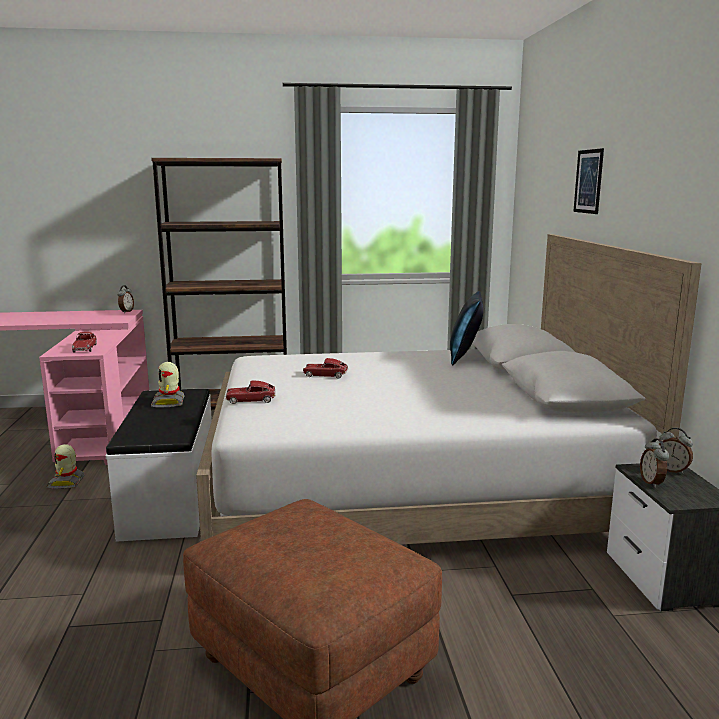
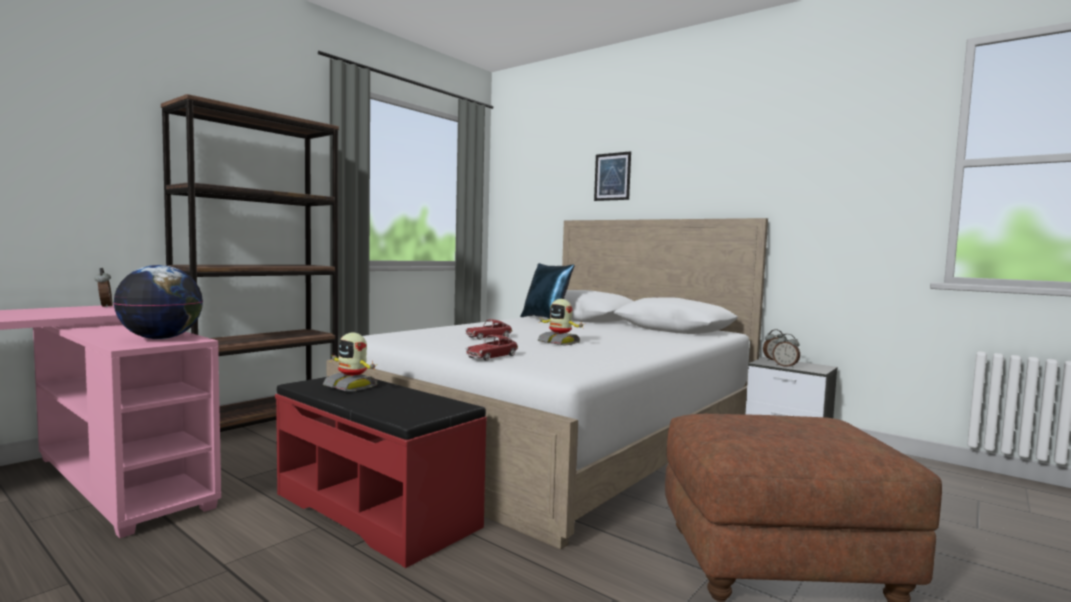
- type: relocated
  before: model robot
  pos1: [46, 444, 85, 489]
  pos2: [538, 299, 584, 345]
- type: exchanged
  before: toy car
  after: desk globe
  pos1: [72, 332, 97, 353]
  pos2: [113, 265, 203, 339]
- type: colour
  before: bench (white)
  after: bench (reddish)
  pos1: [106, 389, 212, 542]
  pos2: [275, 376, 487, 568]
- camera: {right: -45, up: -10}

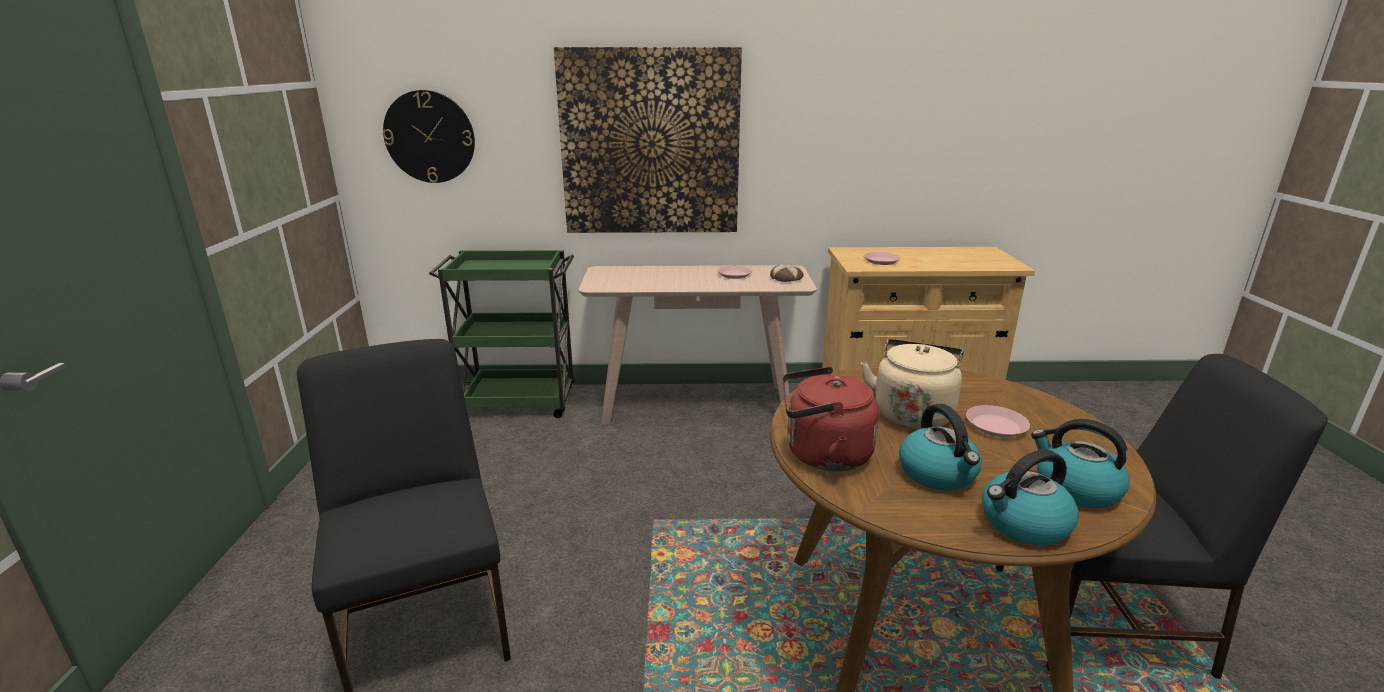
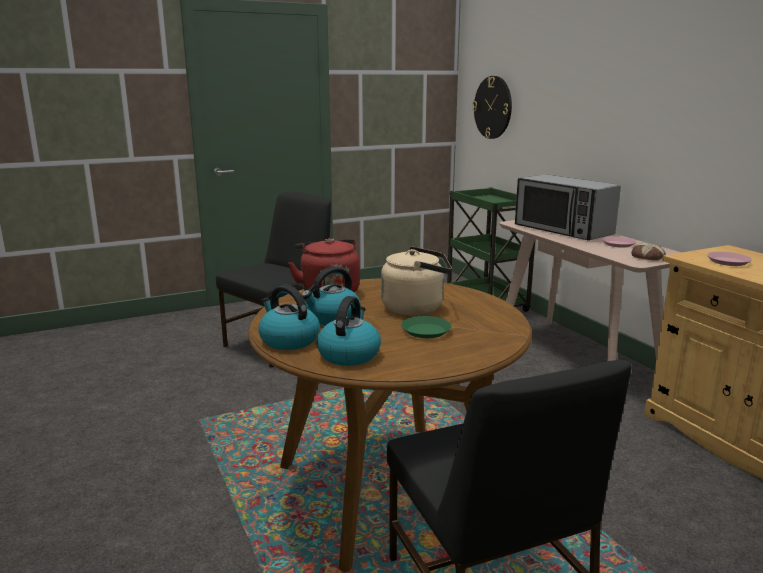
- type: missing
  before: wall picture
  pos1: [554, 47, 742, 233]
- type: colour
  before: flat dish (pink-coloured)
  after: flat dish (greenish)
  pos1: [966, 405, 1030, 437]
  pos2: [401, 316, 451, 338]
- type: appeared
  after: microwave
  pos2: [515, 174, 621, 241]
- camera: {right: 65, up: -5}

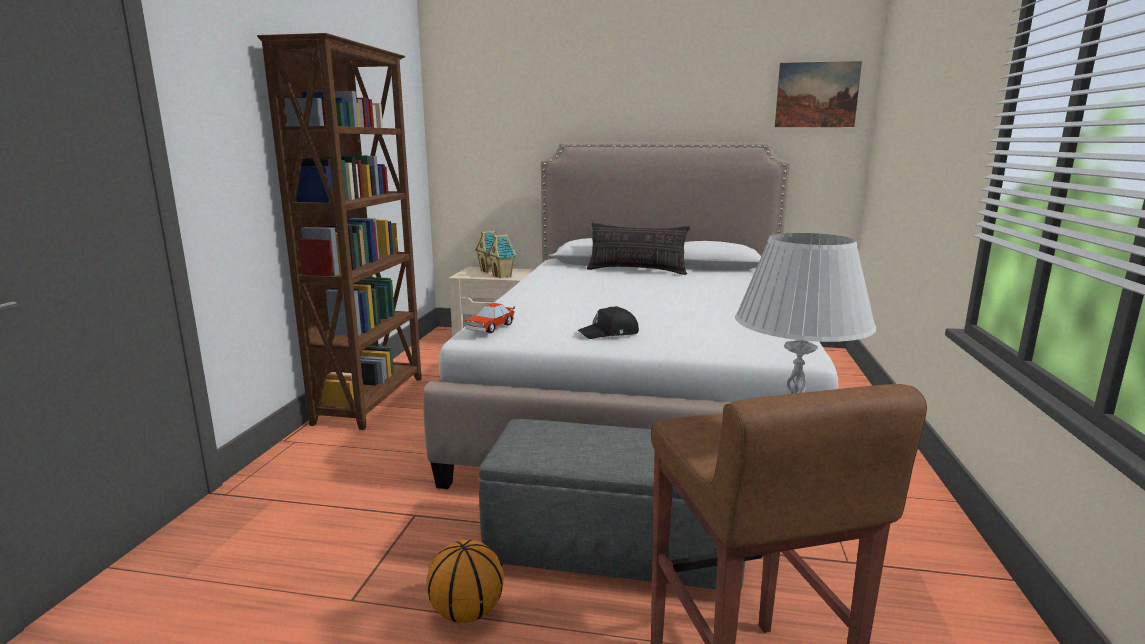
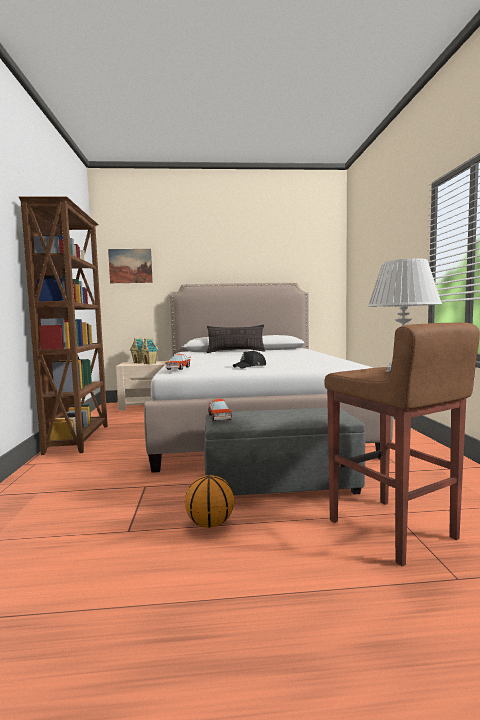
- type: relocated
  before: wall picture
  pos1: [775, 61, 862, 127]
  pos2: [108, 249, 153, 283]
- type: appeared
  after: toy car
  pos2: [208, 399, 232, 421]
- camera: {right: -15, up: -10}

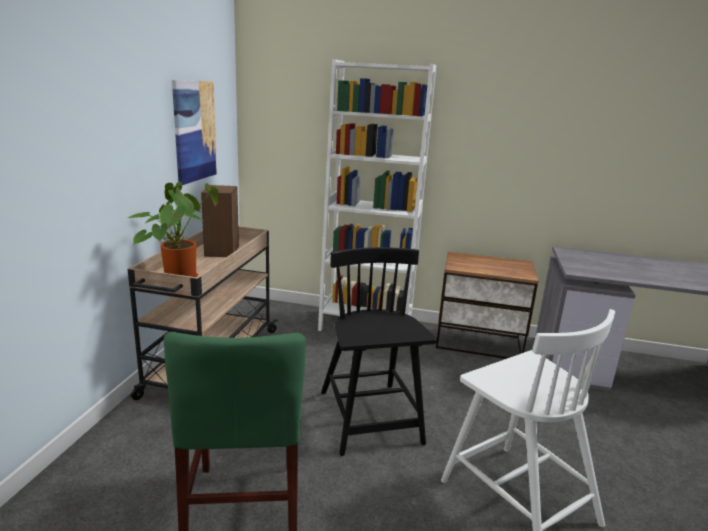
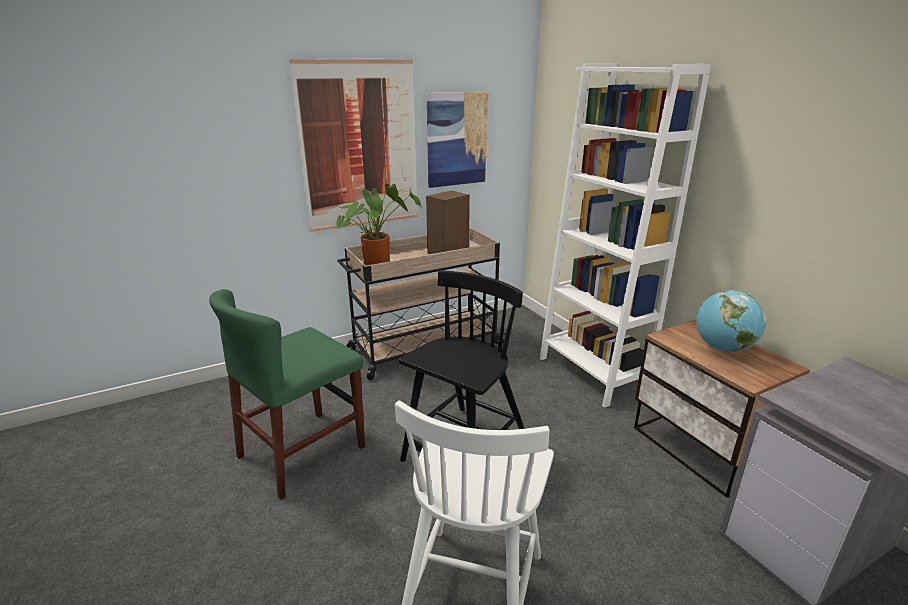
- type: appeared
  after: wall picture
  pos2: [289, 58, 418, 232]
- type: appeared
  after: desk globe
  pos2: [696, 290, 766, 352]
- camera: {right: 50, up: 5}

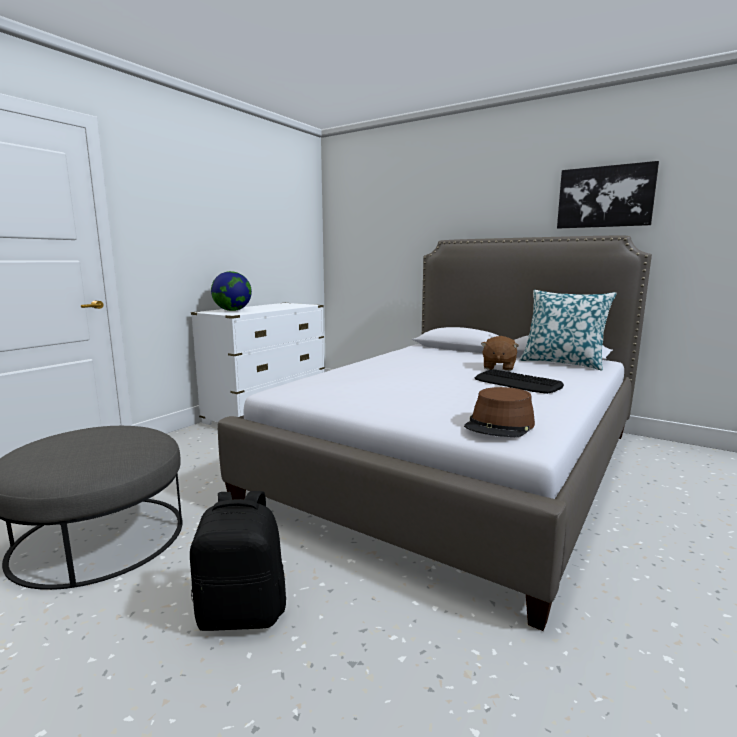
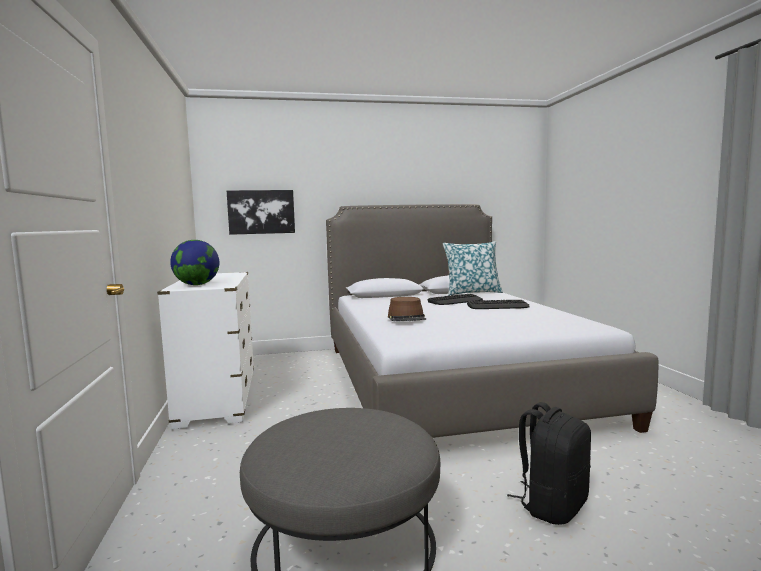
- type: relocated
  before: clothing hat (brown)
  pos1: [464, 387, 535, 437]
  pos2: [388, 297, 426, 321]
- type: exchanged
  before: plush toy (brown)
  after: computer keyboard
  pos1: [481, 336, 519, 371]
  pos2: [428, 294, 483, 305]
- type: relocated
  before: wall picture
  pos1: [557, 161, 659, 229]
  pos2: [227, 190, 295, 235]
- camera: {right: -45, up: -5}

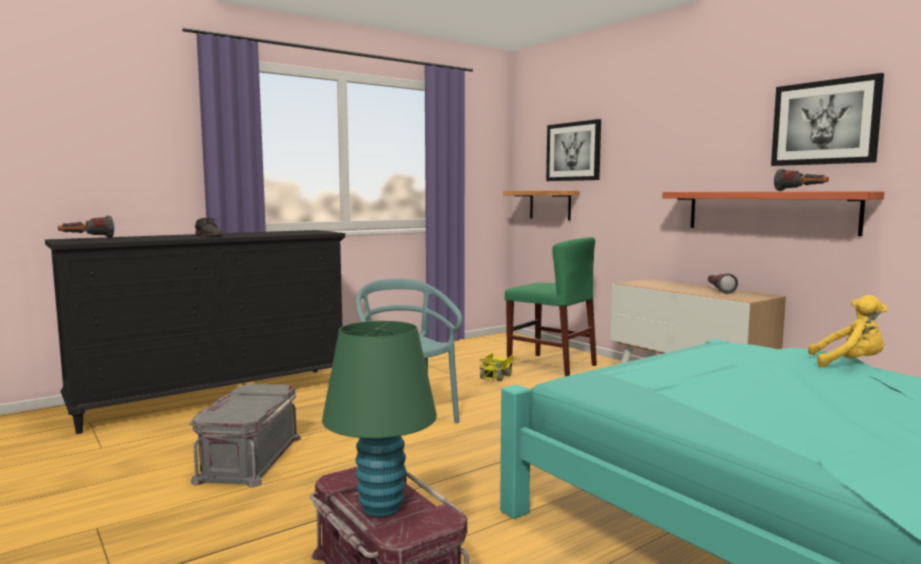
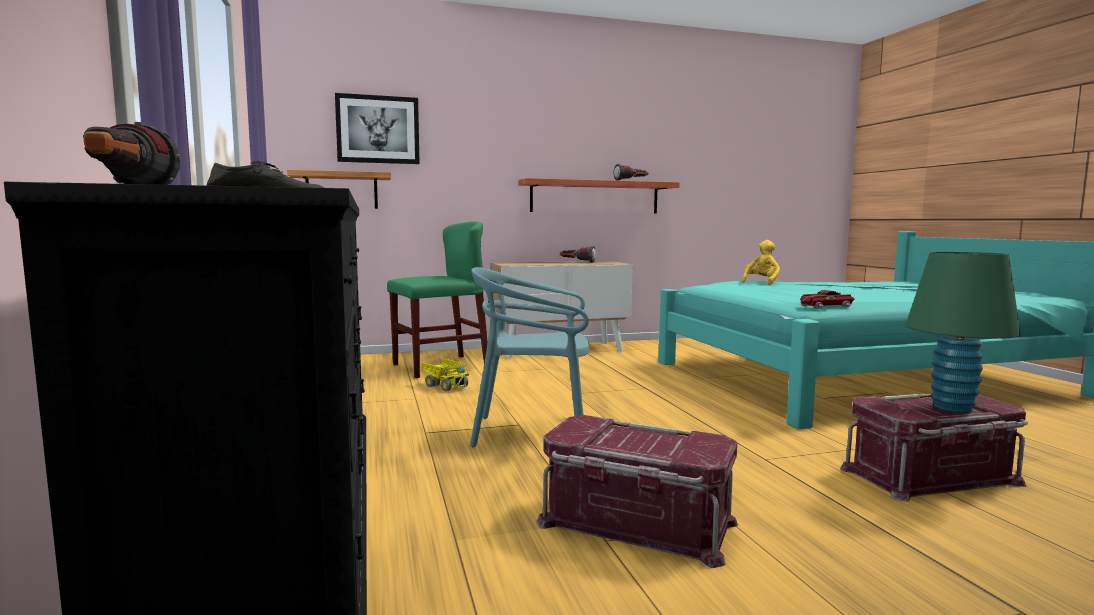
- type: colour
  before: storage box (gray)
  after: storage box (reddish)
  pos1: [189, 384, 301, 488]
  pos2: [536, 415, 738, 568]
- type: missing
  before: wall picture
  pos1: [771, 73, 884, 166]
- type: appeared
  after: toy car
  pos2: [800, 290, 855, 309]
- camera: {right: -70, up: 0}

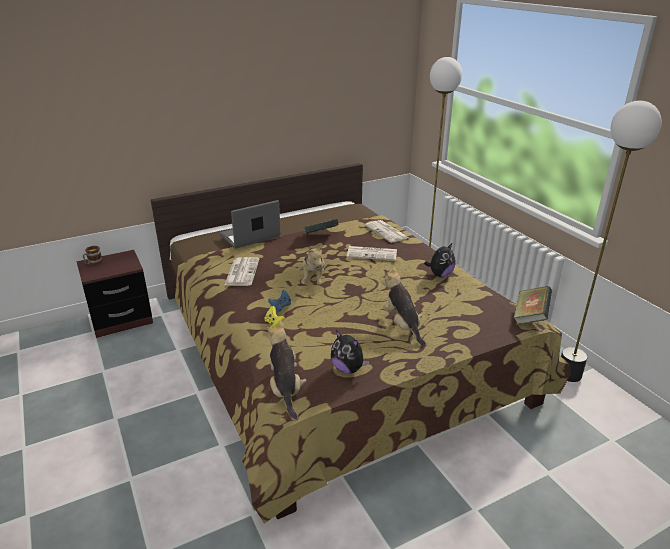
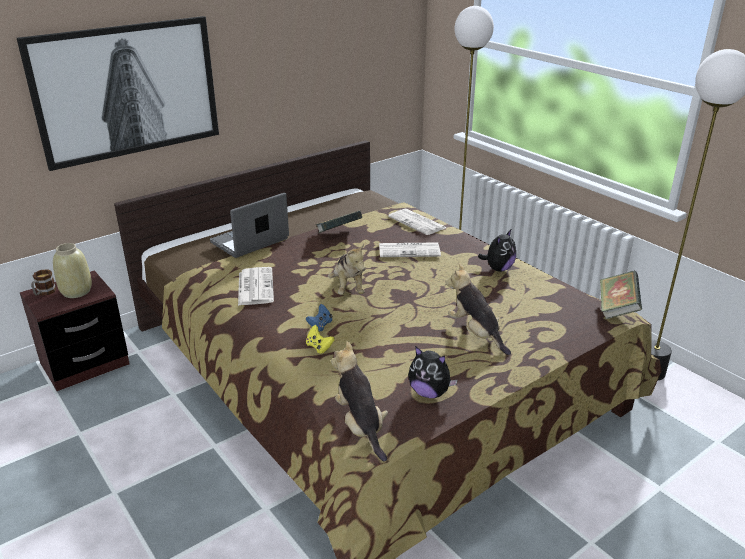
- type: appeared
  after: wall picture
  pos2: [17, 16, 219, 171]
- type: appeared
  after: flower vase (sand-coloured)
  pos2: [53, 243, 92, 298]
- camera: {right: -10, up: 0}

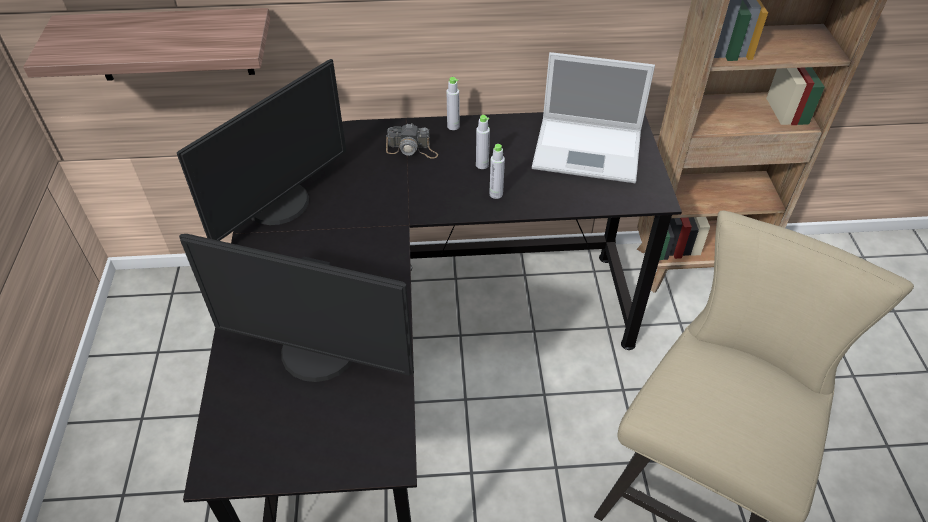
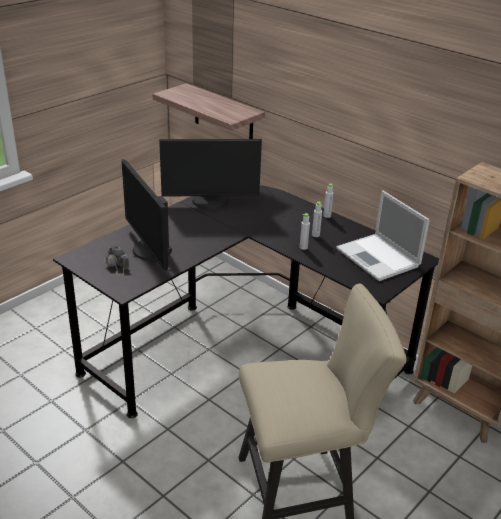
- type: relocated
  before: photo camera
  pos1: [386, 123, 438, 159]
  pos2: [104, 246, 129, 276]
- camera: {right: 45, up: -15}

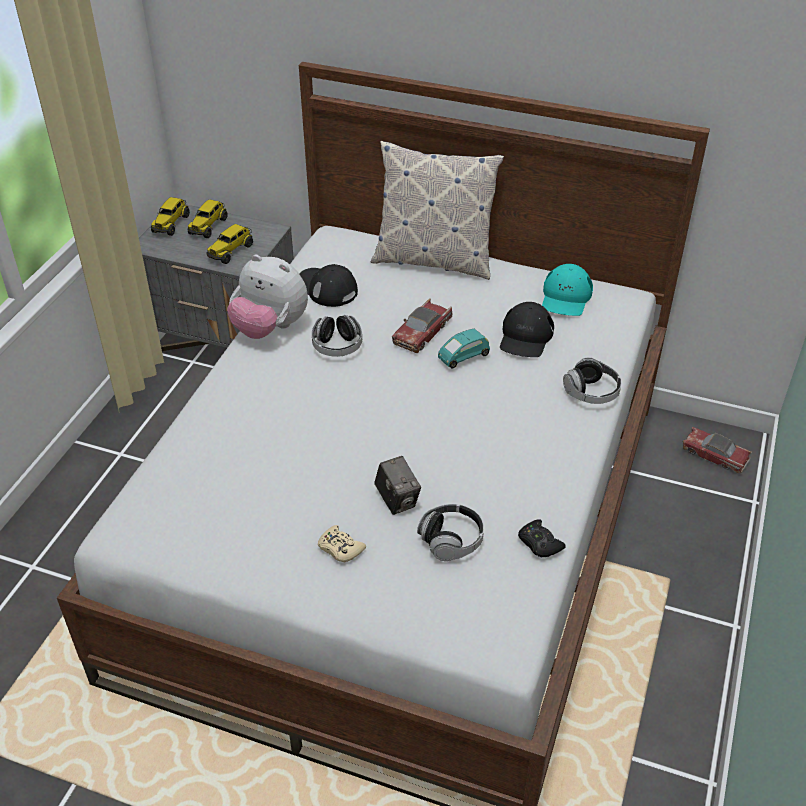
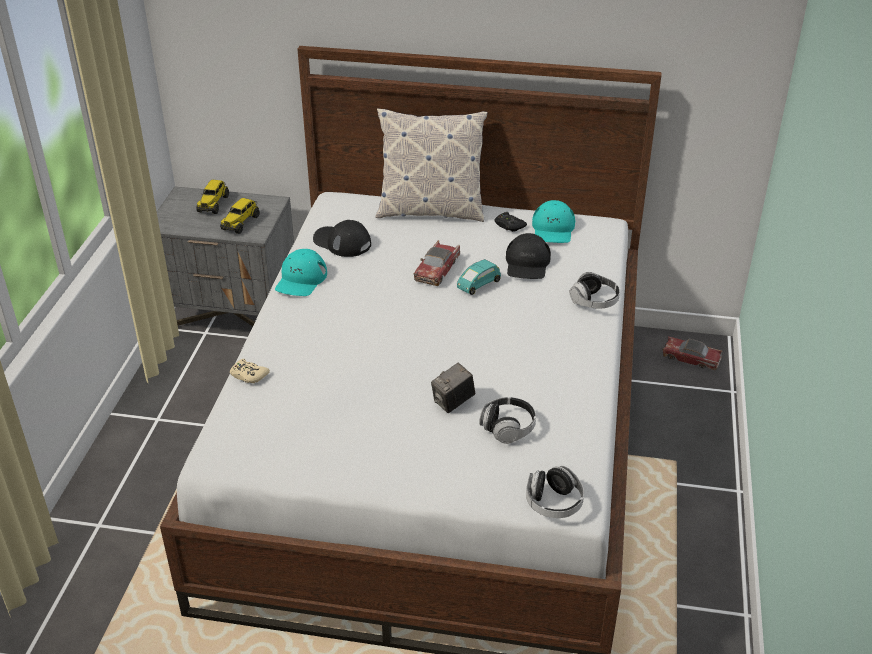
- type: missing
  before: toy truck
  pos1: [151, 197, 190, 236]
- type: exchanged
  before: plush toy
  after: peaked cap (turquoise-coloured)
  pos1: [227, 255, 308, 339]
  pos2: [275, 249, 327, 296]
- type: relocated
  before: pair of headphones
  pos1: [312, 315, 362, 357]
  pos2: [526, 466, 584, 518]
- type: relocated
  before: joypad (sand-coloured)
  pos1: [318, 525, 366, 562]
  pos2: [230, 359, 270, 383]
- type: spun
  before: photo camera
  pos1: [374, 456, 421, 515]
  pos2: [431, 363, 475, 413]
  turn: 90
- type: relocated
  before: joypad (black)
  pos1: [518, 519, 566, 558]
  pos2: [494, 212, 527, 232]
- camera: {right: -10, up: -5}

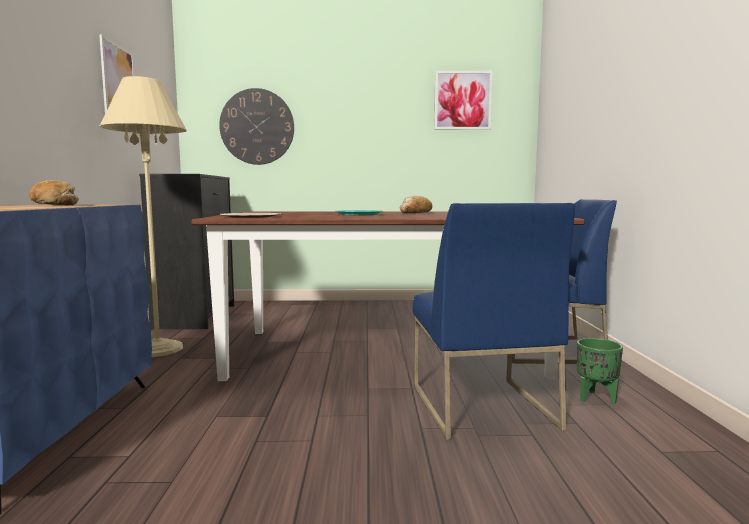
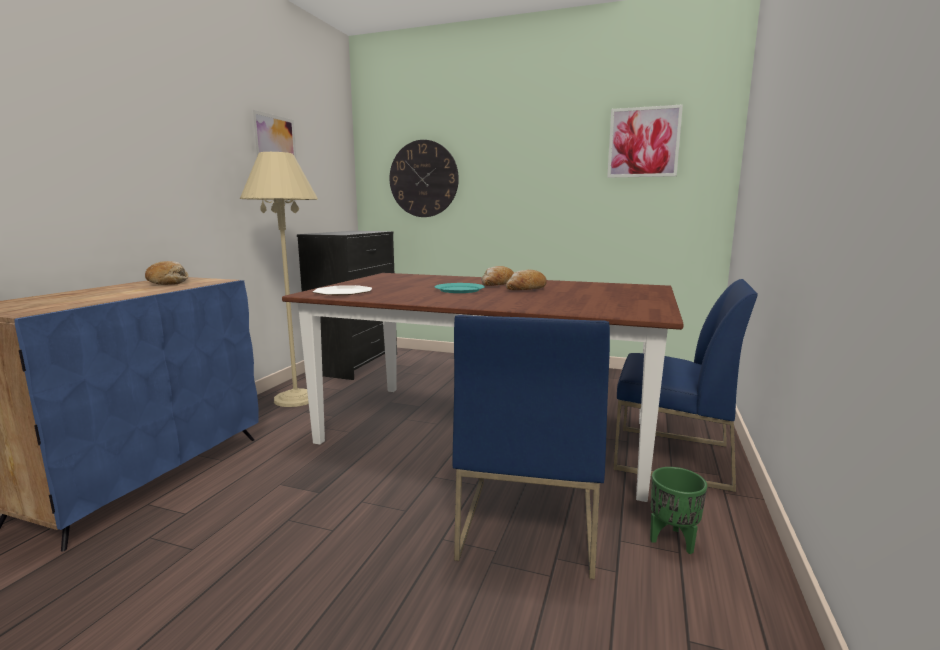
- type: appeared
  after: baked bread
  pos2: [481, 266, 514, 286]
- camera: {right: 20, up: 5}

